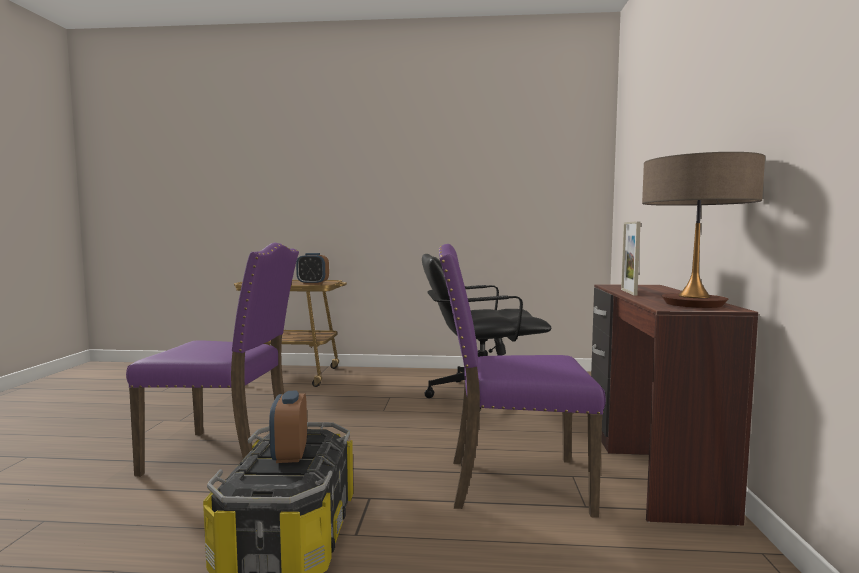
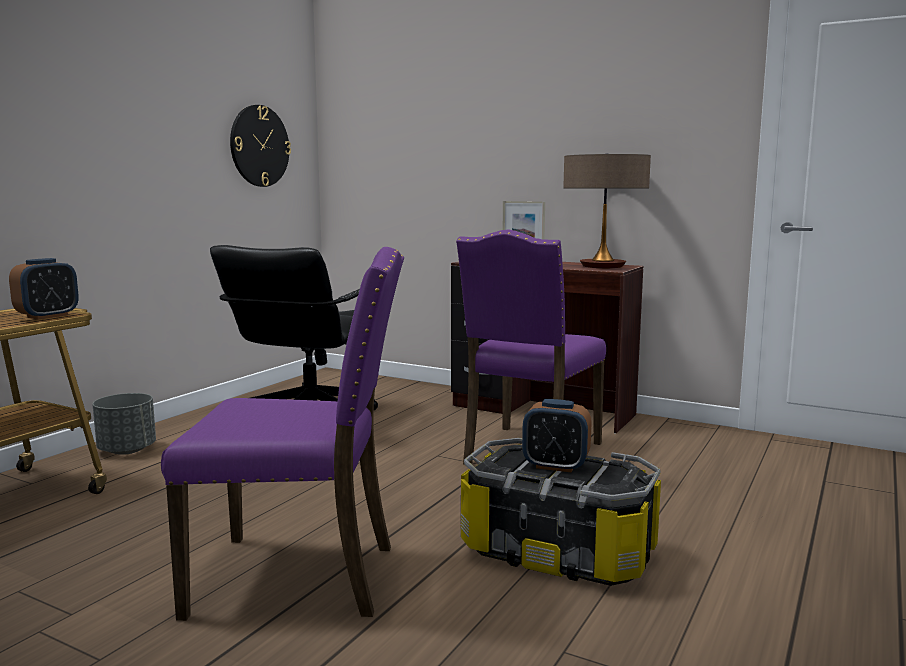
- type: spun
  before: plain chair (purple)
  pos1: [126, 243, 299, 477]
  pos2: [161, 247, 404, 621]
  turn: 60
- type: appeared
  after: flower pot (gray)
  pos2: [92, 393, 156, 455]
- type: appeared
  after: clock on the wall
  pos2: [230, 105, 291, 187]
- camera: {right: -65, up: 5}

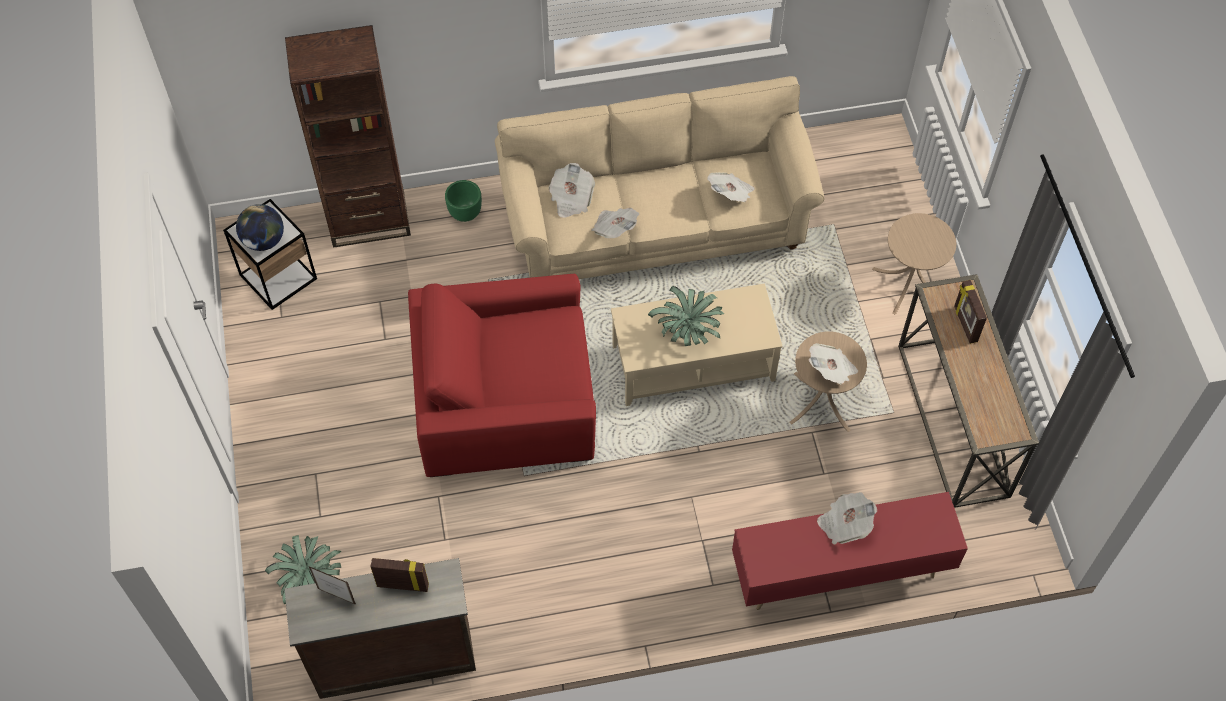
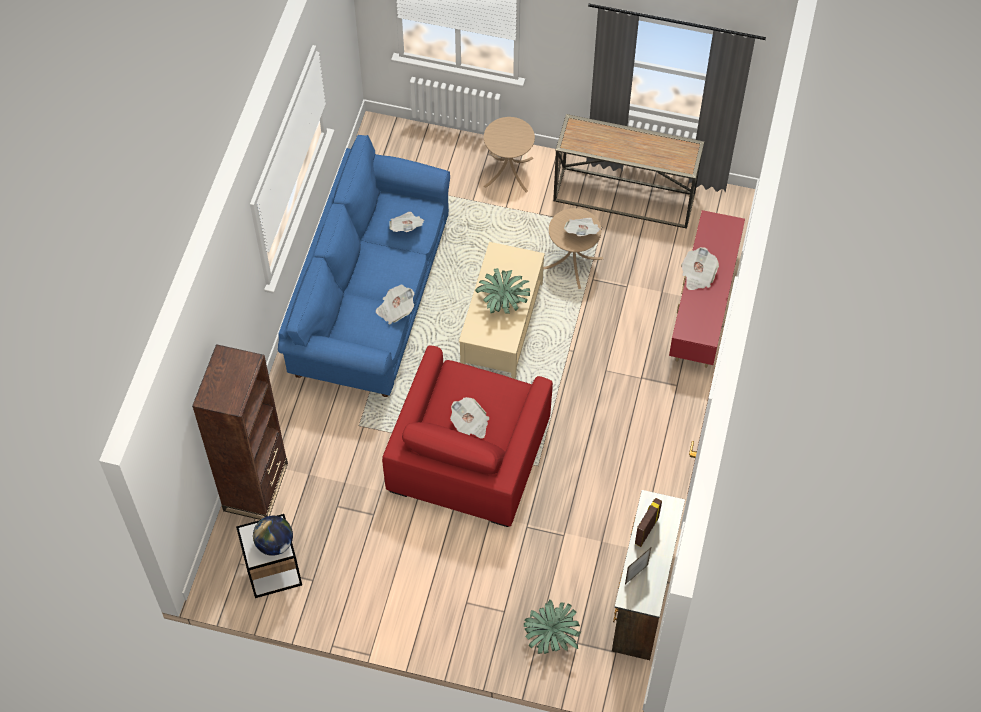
- type: missing
  before: flower pot (greenish)
  pos1: [445, 180, 482, 222]
- type: colour
  before: sofa (sand-coloured)
  after: sofa (bluish)
  pos1: [495, 76, 825, 279]
  pos2: [278, 135, 450, 397]
- type: relocated
  before: newspaper
  pos1: [549, 163, 595, 218]
  pos2: [450, 397, 489, 439]
- type: missing
  before: picture frame
  pos1: [954, 280, 987, 344]
- camera: {right: -65, up: 0}

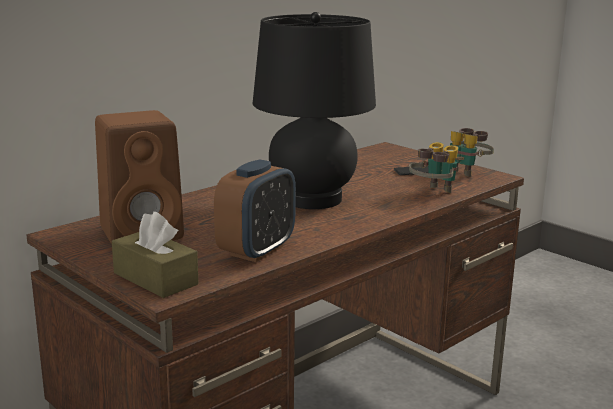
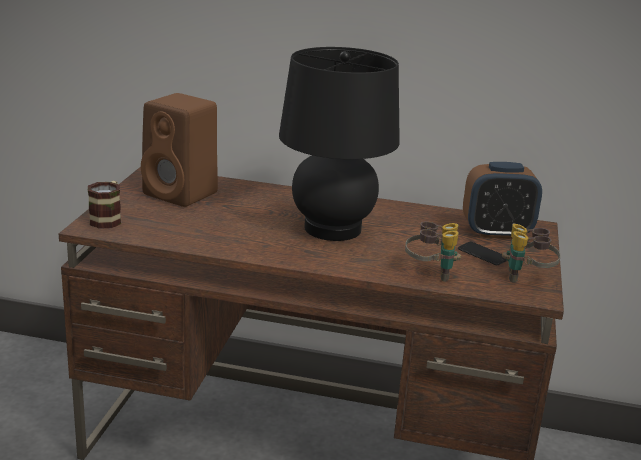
- type: exchanged
  before: tissue box (brown)
  after: coffee mug
  pos1: [112, 211, 198, 298]
  pos2: [88, 181, 121, 229]
- type: relocated
  before: table clock
  pos1: [214, 159, 296, 262]
  pos2: [463, 162, 542, 239]
- camera: {right: 55, up: 5}

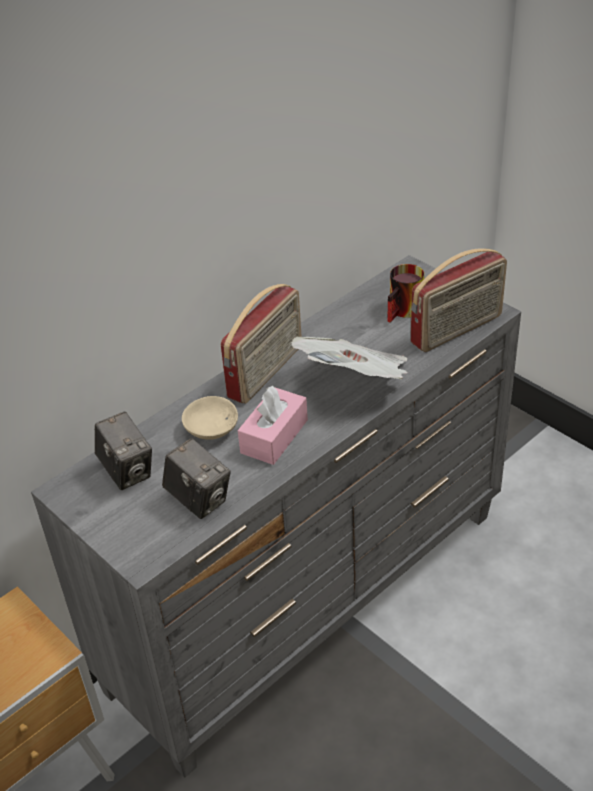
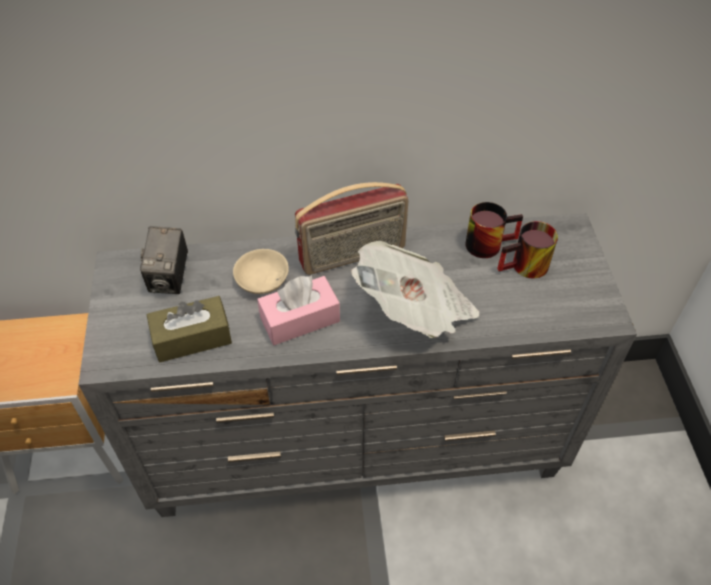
- type: exchanged
  before: photo camera
  after: tissue box (brown)
  pos1: [162, 438, 231, 519]
  pos2: [146, 296, 232, 362]
- type: missing
  before: radio receiver
  pos1: [411, 248, 507, 352]
- type: appeared
  after: coffee mug
  pos2: [465, 202, 523, 258]
- camera: {right: 35, up: 10}

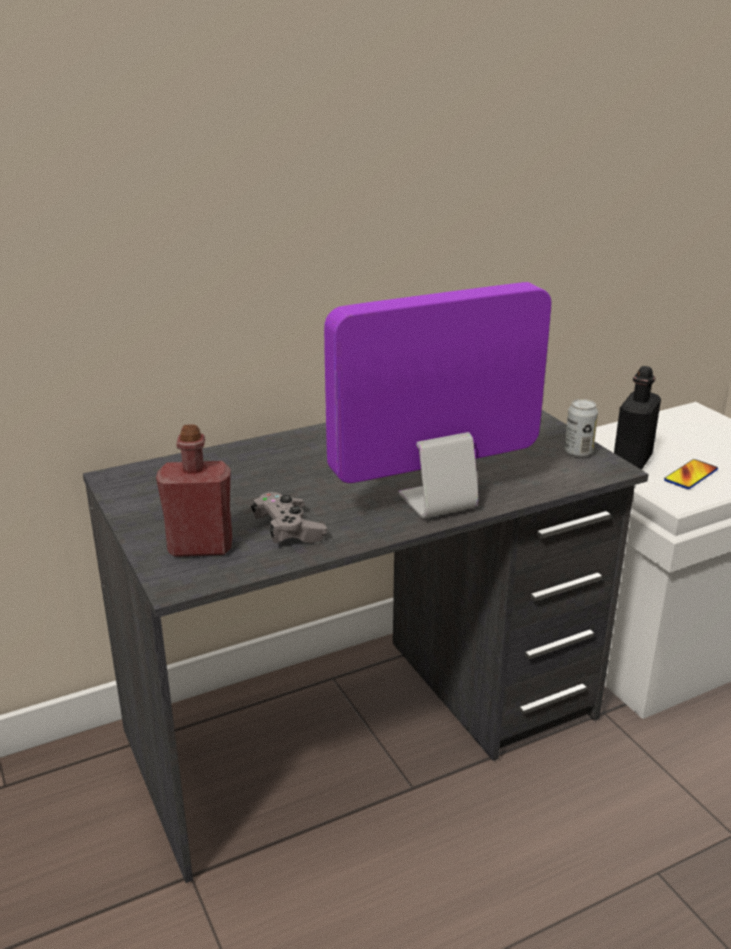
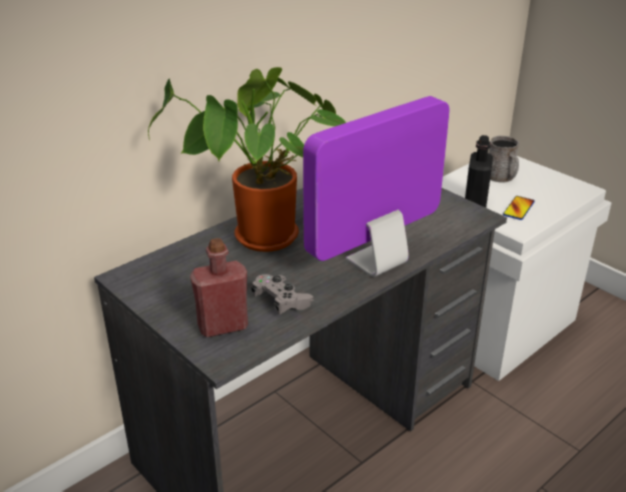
- type: missing
  before: metal can
  pos1: [564, 399, 598, 457]
- type: appeared
  after: potted plant
  pos2: [148, 67, 346, 252]
- type: appeared
  after: coffee mug (gray)
  pos2: [489, 136, 519, 182]
- camera: {right: -15, up: 5}

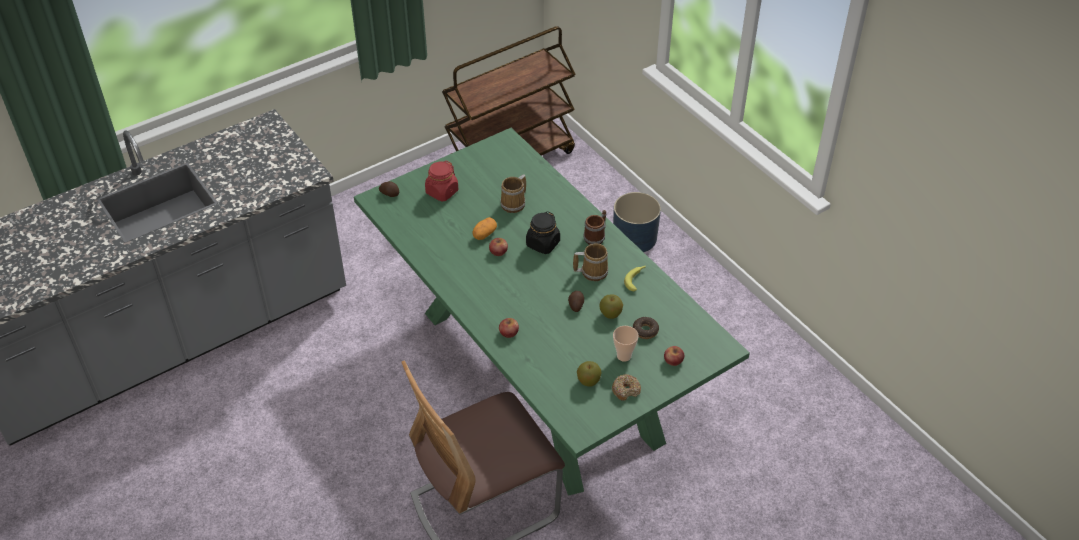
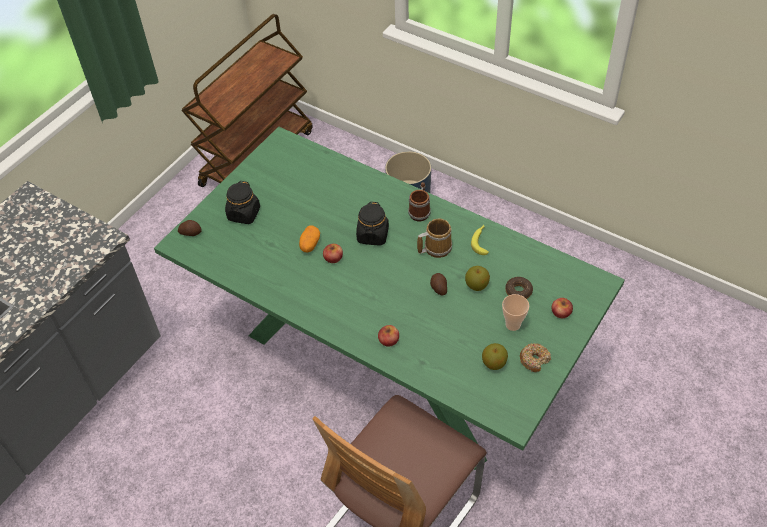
- type: colour
  before: preserve jar (reddish)
  after: preserve jar (black)
  pos1: [425, 161, 458, 202]
  pos2: [225, 181, 260, 224]
- type: missing
  before: coffee mug
  pos1: [500, 174, 526, 213]
- camera: {right: -20, up: 5}

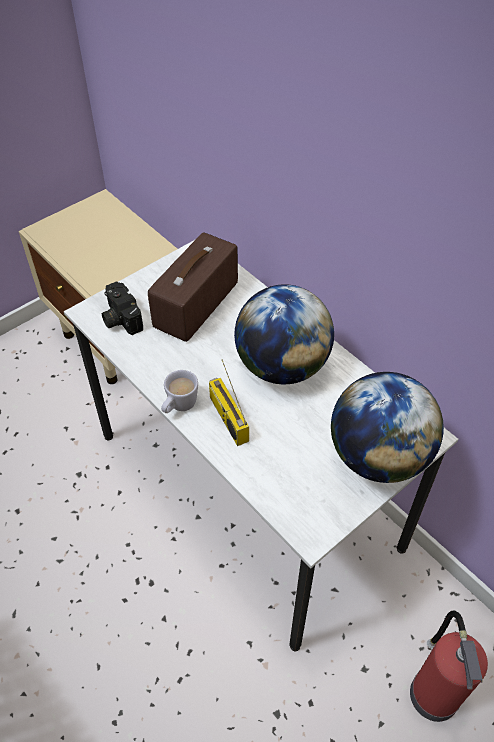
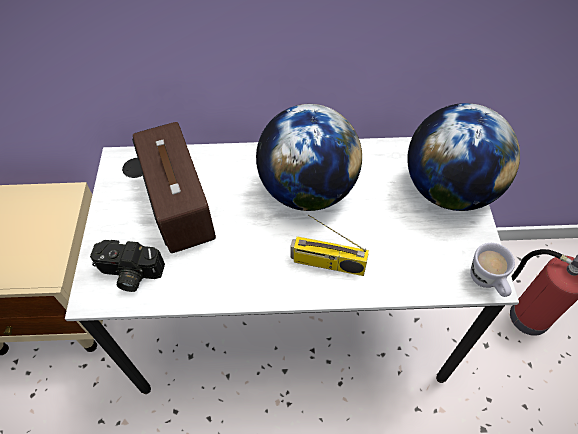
- type: relocated
  before: coffee mug (white)
  pos1: [161, 370, 198, 413]
  pos2: [470, 243, 515, 297]
- camera: {right: -50, up: 5}

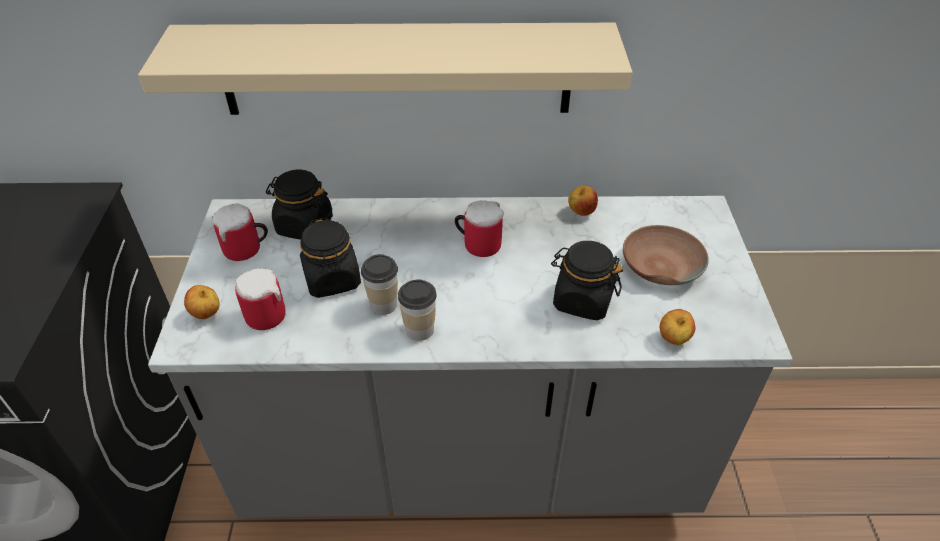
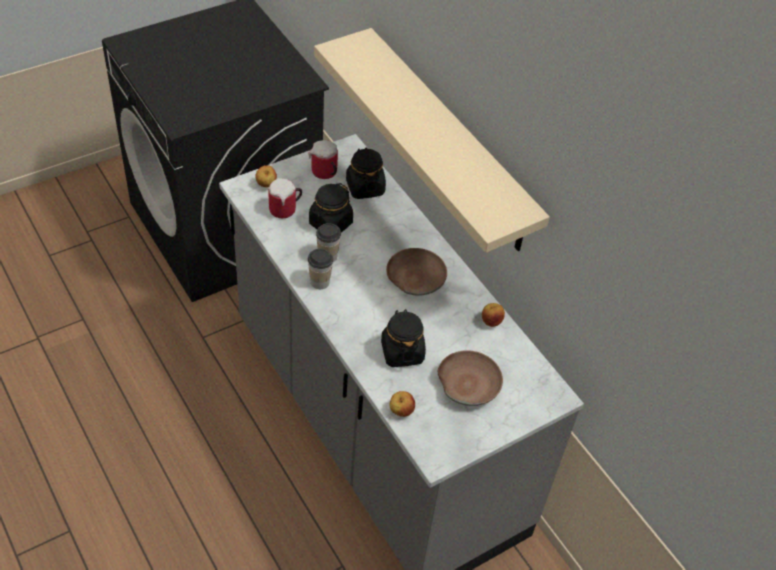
- type: exchanged
  before: coffee mug
  after: serving bowl (brown)
  pos1: [455, 200, 504, 257]
  pos2: [386, 248, 447, 296]
- camera: {right: 55, up: 5}

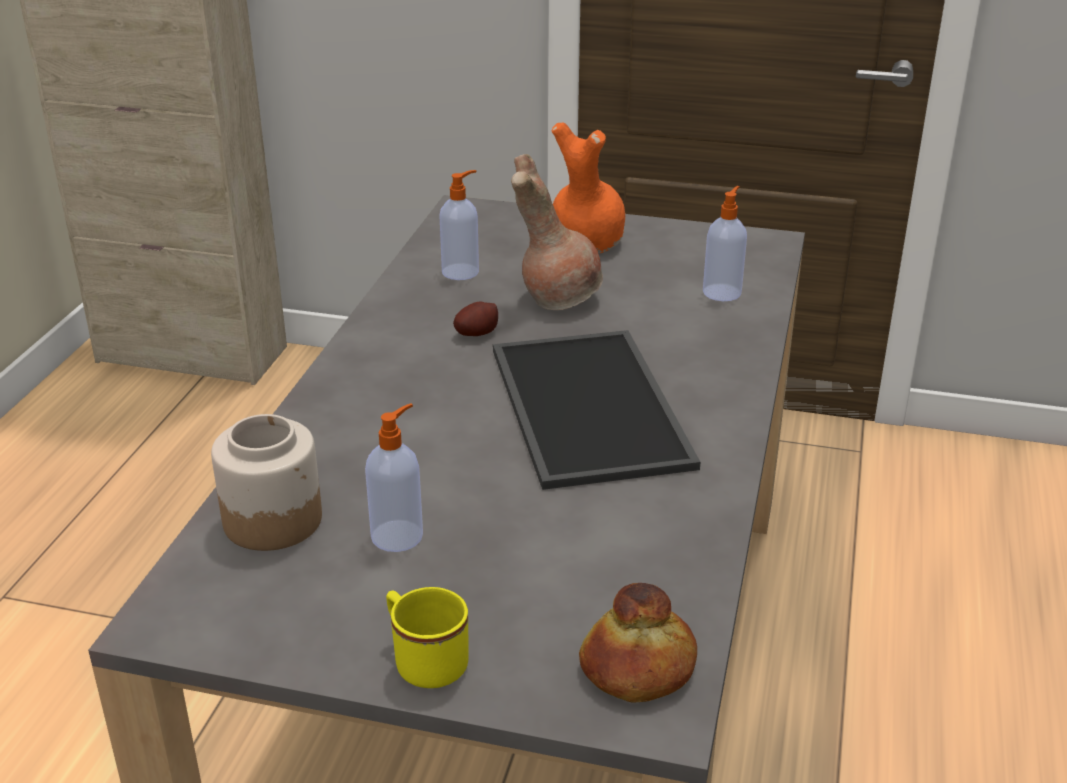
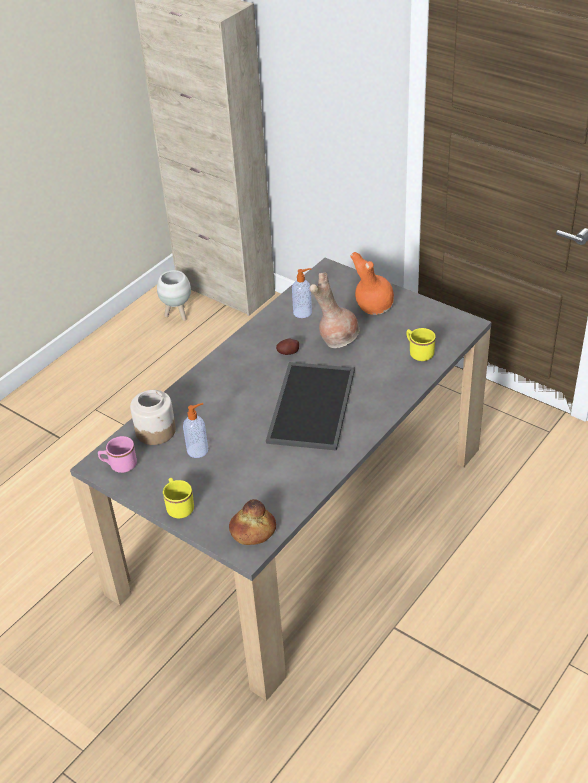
- type: exchanged
  before: liquid soap bottle
  after: coffee mug (yellow)
  pos1: [703, 186, 747, 301]
  pos2: [407, 328, 436, 361]
- type: appeared
  after: coffee mug (pink-coloured)
  pos2: [98, 436, 137, 473]
- type: appeared
  after: flower pot (white)
  pos2: [157, 270, 191, 321]
- camera: {right: 25, up: 10}

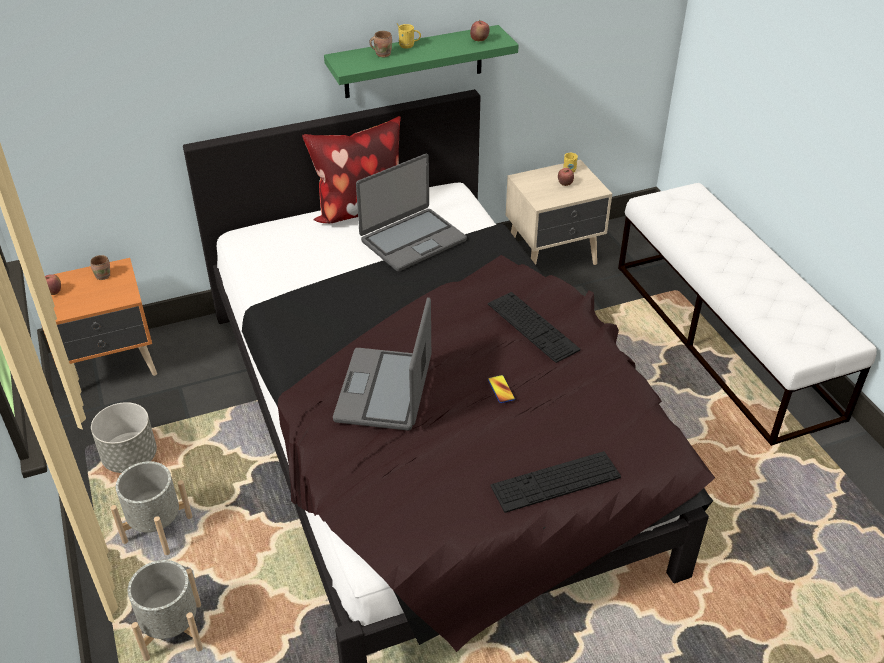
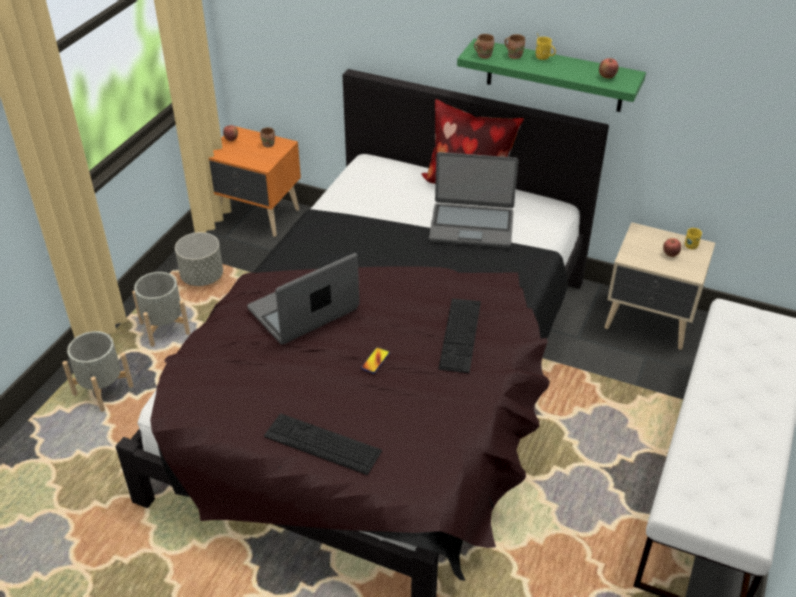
- type: appeared
  after: coffee mug (brown)
  pos2: [474, 34, 494, 59]
- camera: {right: 45, up: 0}

